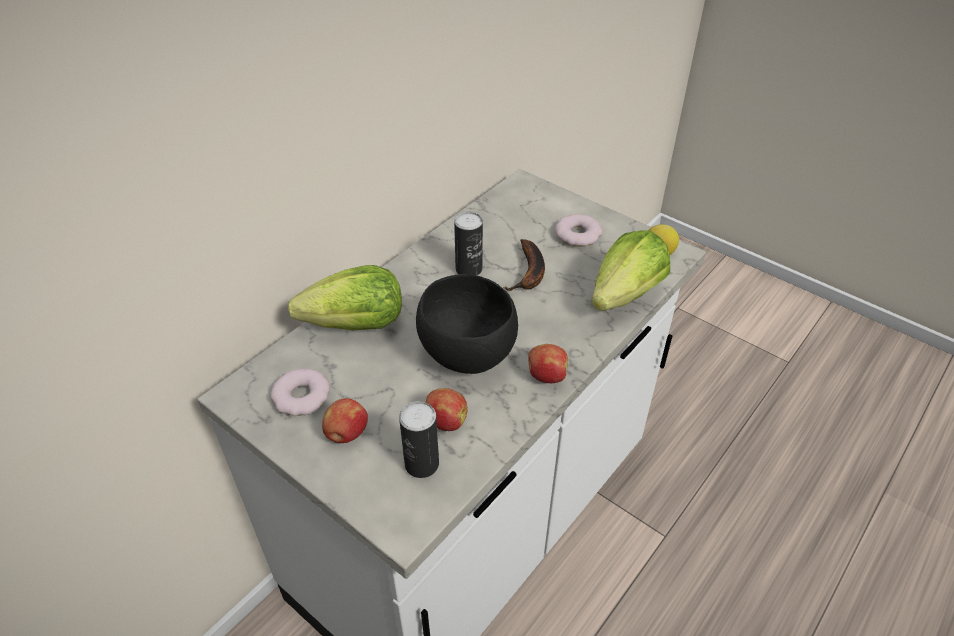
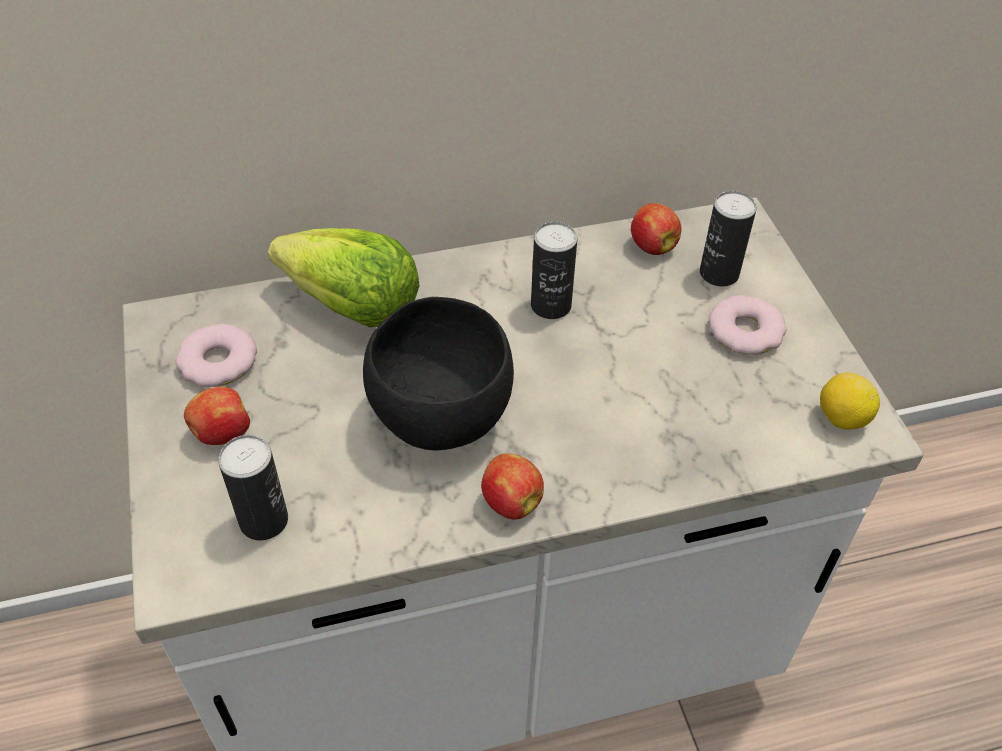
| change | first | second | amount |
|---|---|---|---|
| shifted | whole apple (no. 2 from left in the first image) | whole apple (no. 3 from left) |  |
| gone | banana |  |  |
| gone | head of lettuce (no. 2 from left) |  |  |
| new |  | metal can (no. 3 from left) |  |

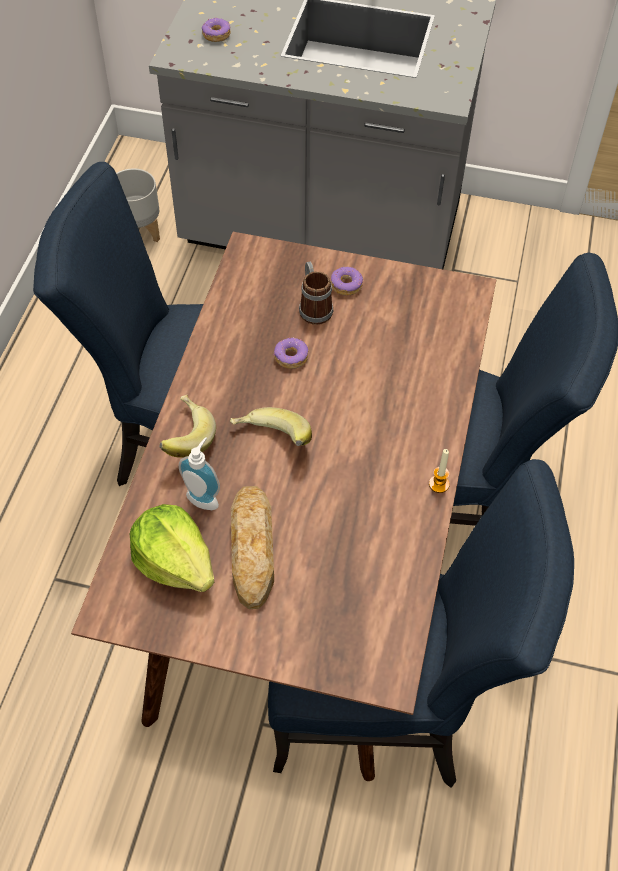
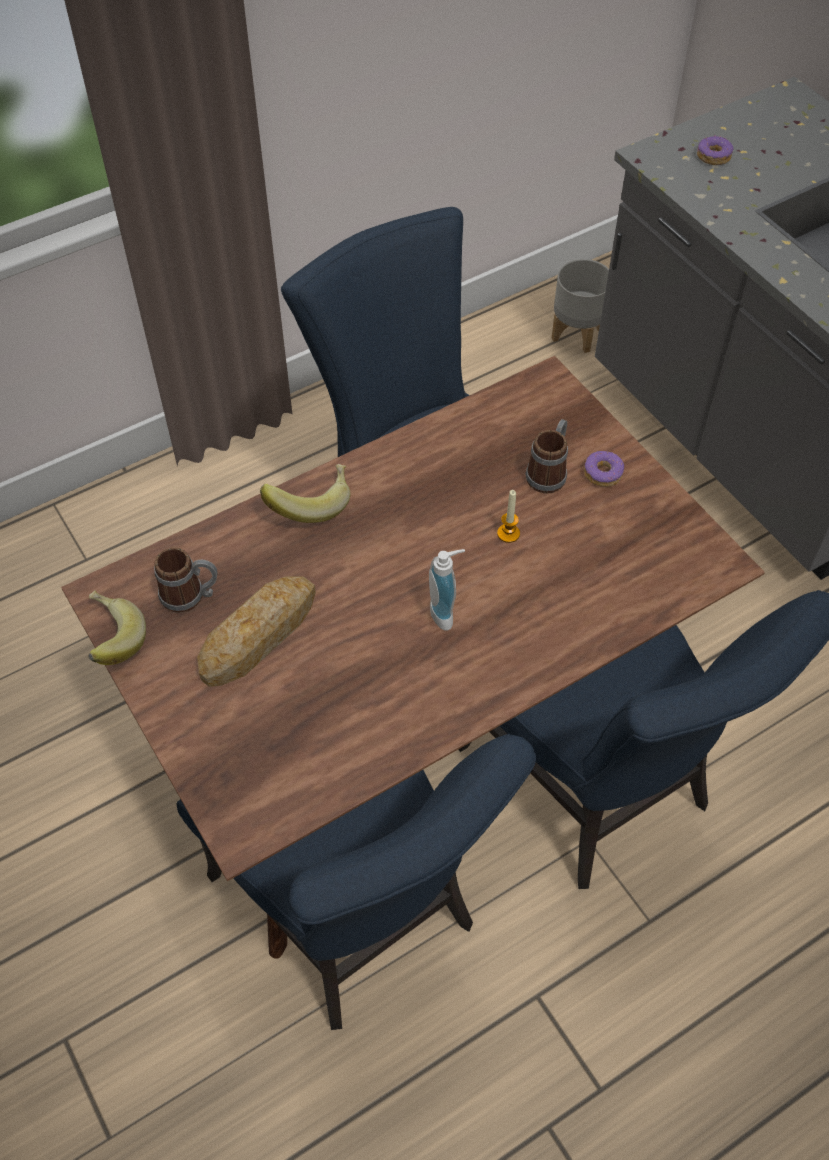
| change | first | second | amount |
|---|---|---|---|
| swapped | head of lettuce | tea mug (no. 1 from left) |  |
| shifted | soap bottle |  |  |
| shifted | banana (no. 2 from left in the first image) | banana (no. 1 from left) |  |
| gone | ring doughnut (no. 2 from left) |  |  |
| shifted | wax light |  |  |

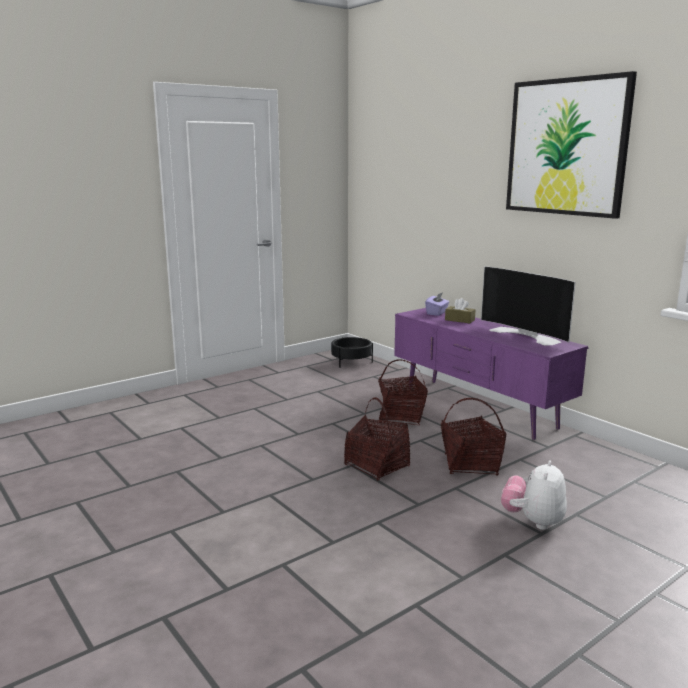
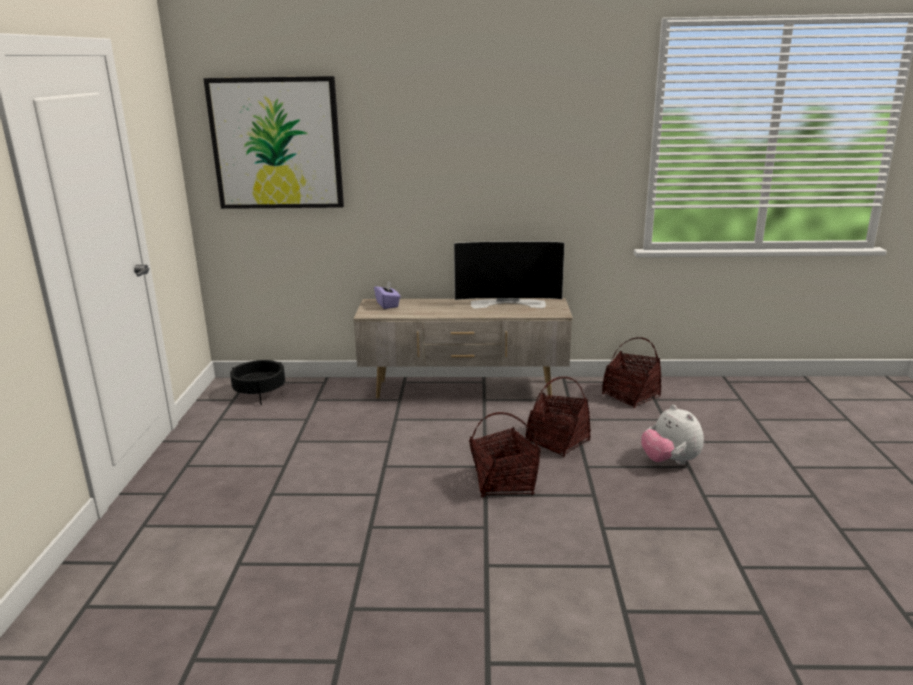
| change | first | second | amount |
|---|---|---|---|
| shifted | storage basket (no. 2 from left in the first image) | storage basket (no. 3 from left) |  |
| repainted | tv stand/purplish | tv stand/beige-coloured |  |
| gone | tissue holder/brown |  |  |
| shifted | picture |  |  |

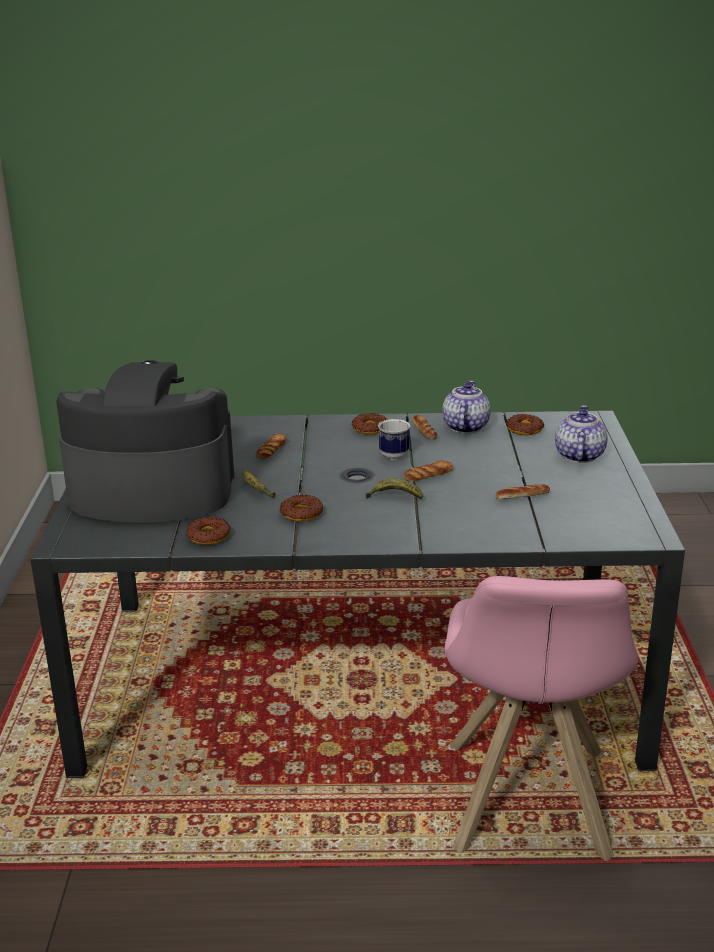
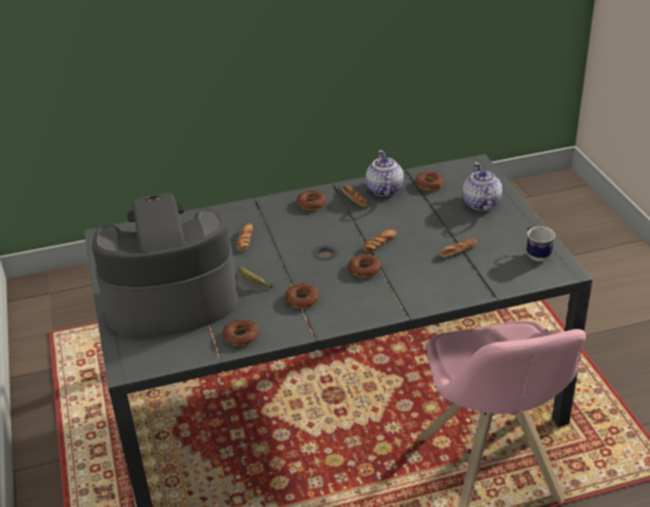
| change | first | second | amount |
|---|---|---|---|
| swapped | banana (no. 2 from left) | ring doughnut (no. 4 from left) |  |
| shifted | tea mug |  |  |

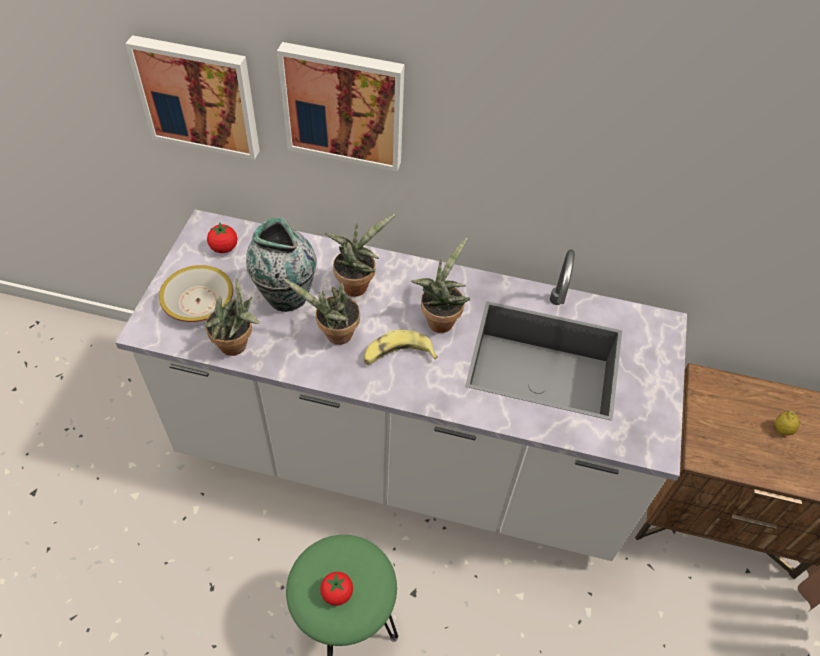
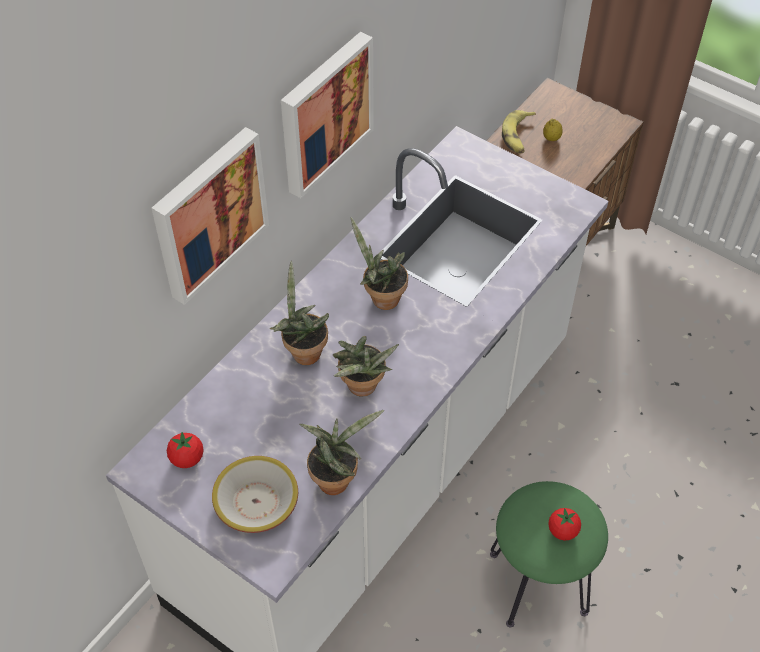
| change | first | second | amount |
|---|---|---|---|
| shifted | picture (no. 1 from left in the first image) | picture (no. 2 from left) |  |
| gone | flower vase |  |  |
| shifted | banana |  |  |

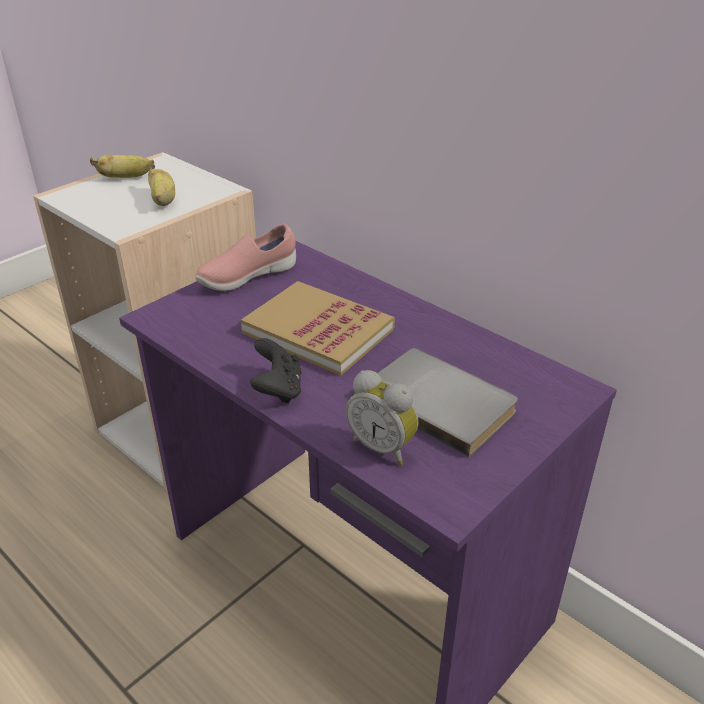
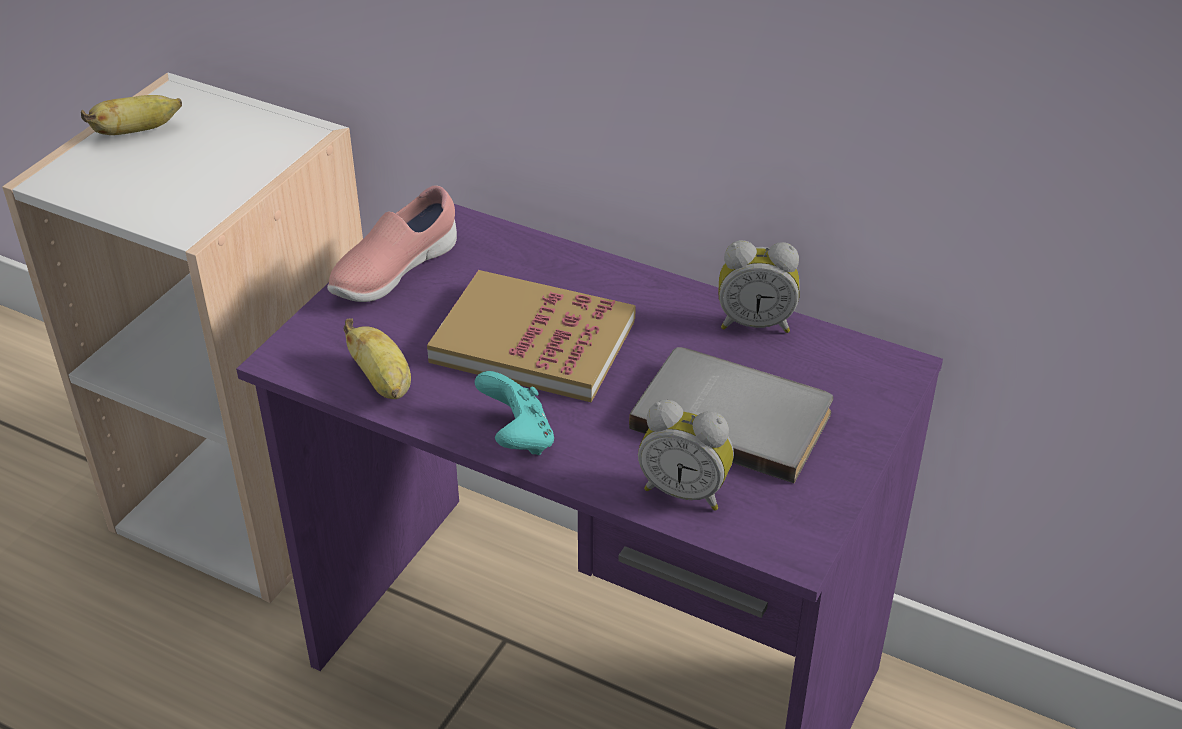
| change | first | second | amount |
|---|---|---|---|
| shifted | banana (no. 2 from left) |  |  |
| repainted | gamepad/black | gamepad/turquoise-coloured |  |
| new |  | table clock (no. 2 from left) |  |

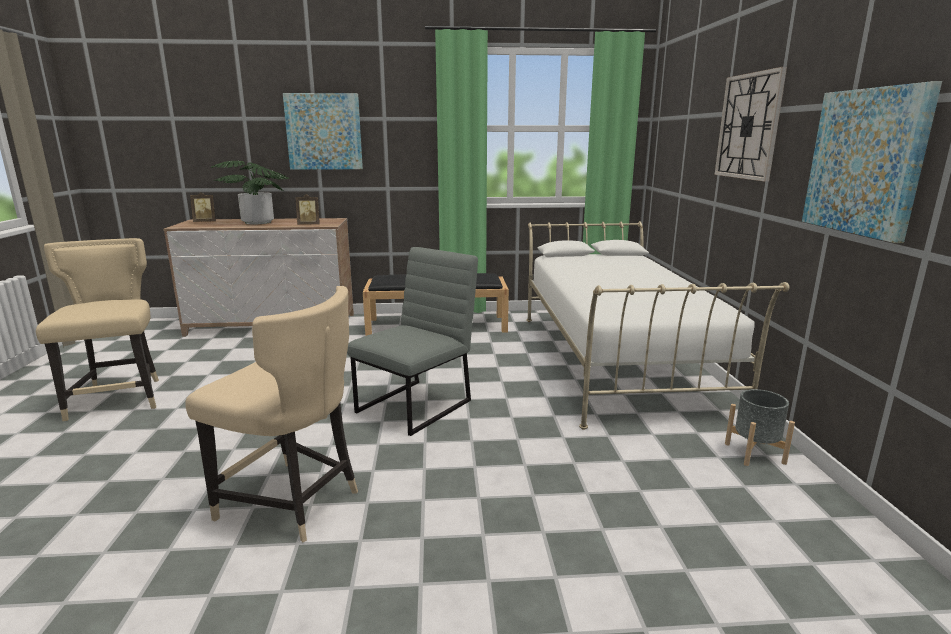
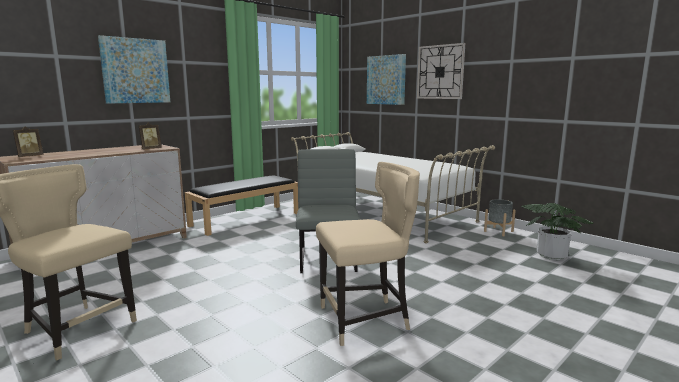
| change | first | second | amount |
|---|---|---|---|
| shifted | potted plant |  |  |
| shifted | picture (no. 2 from left) |  |  |

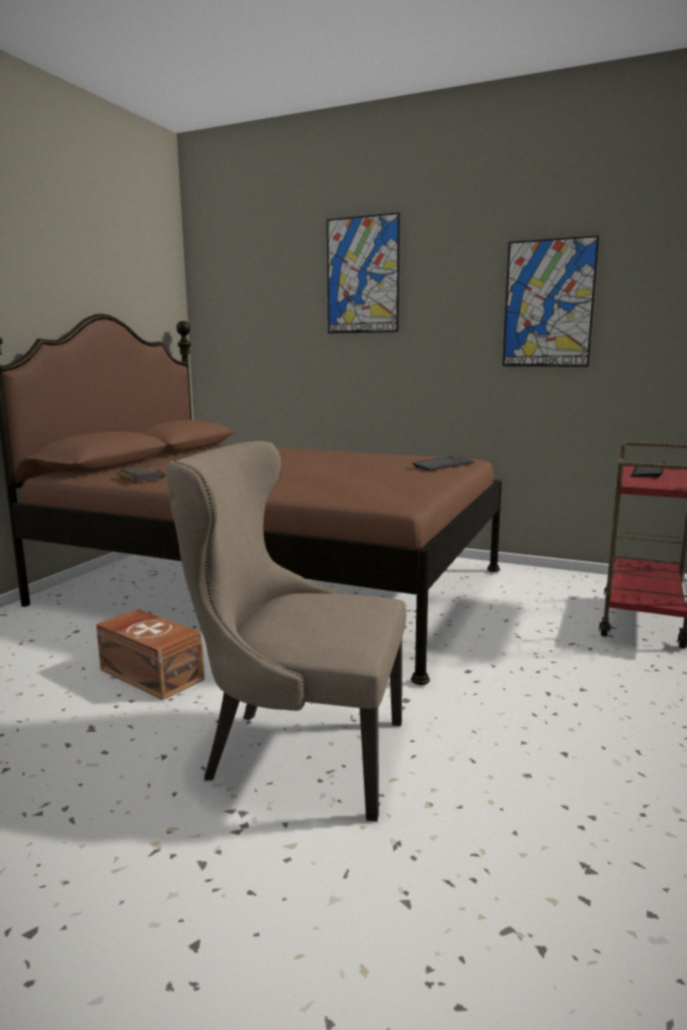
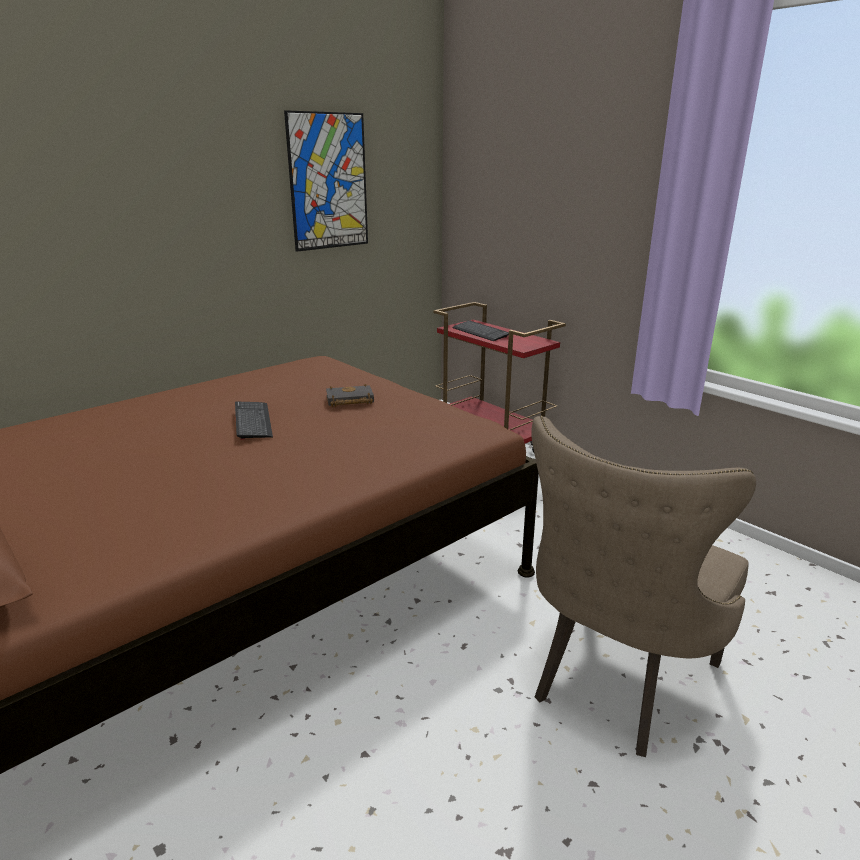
| change | first | second | amount |
|---|---|---|---|
| gone | storage container/brown |  |  |
| shifted | bound book/black |  |  |
| gone | picture (no. 1 from left) |  |  |
| shifted | computer keyboard (no. 1 from left) |  |  |

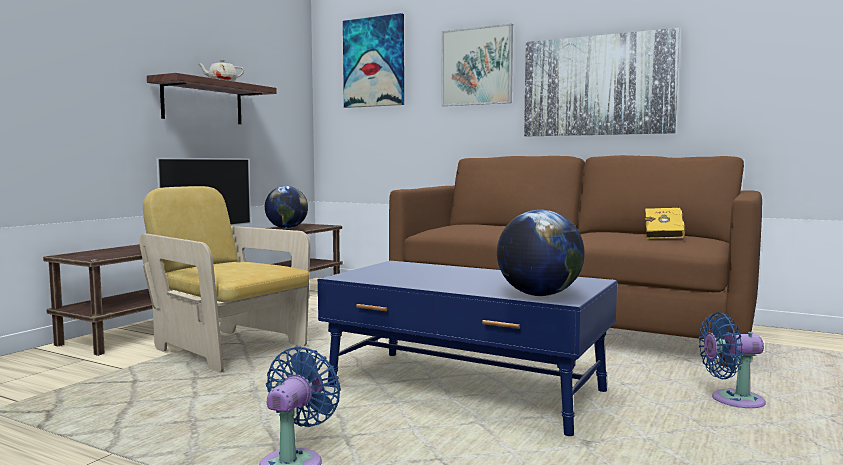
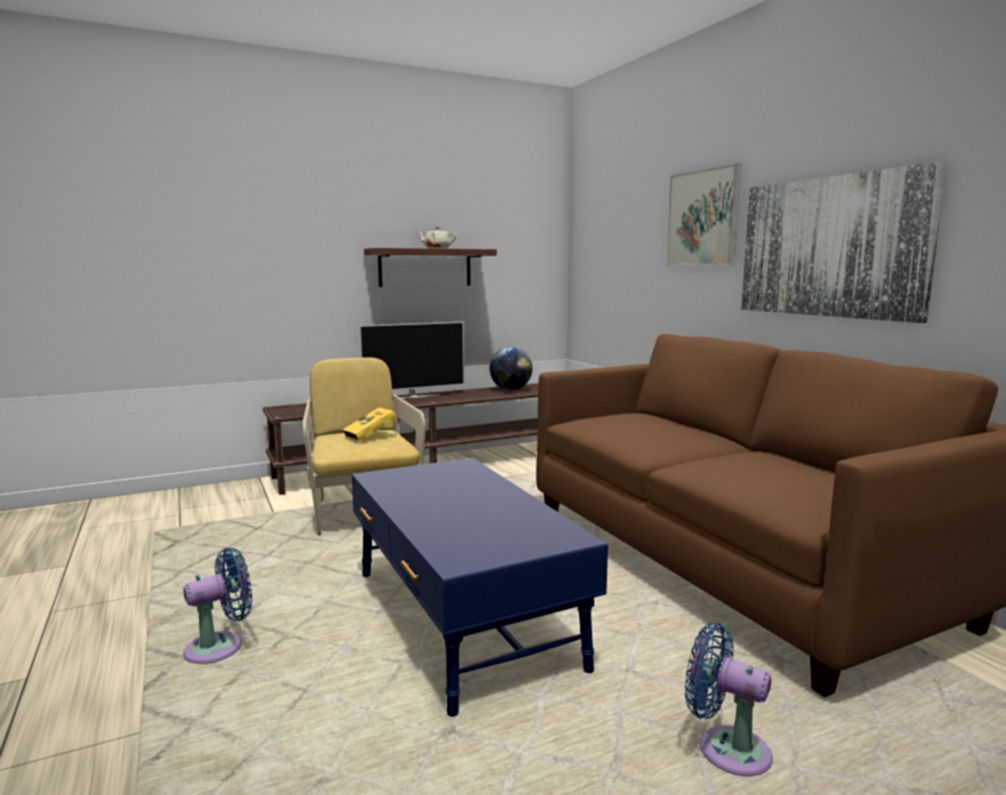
| change | first | second | amount |
|---|---|---|---|
| gone | picture (no. 1 from left) |  |  |
| gone | desk globe (no. 2 from left) |  |  |
| shifted | bound book/yellow |  |  |

